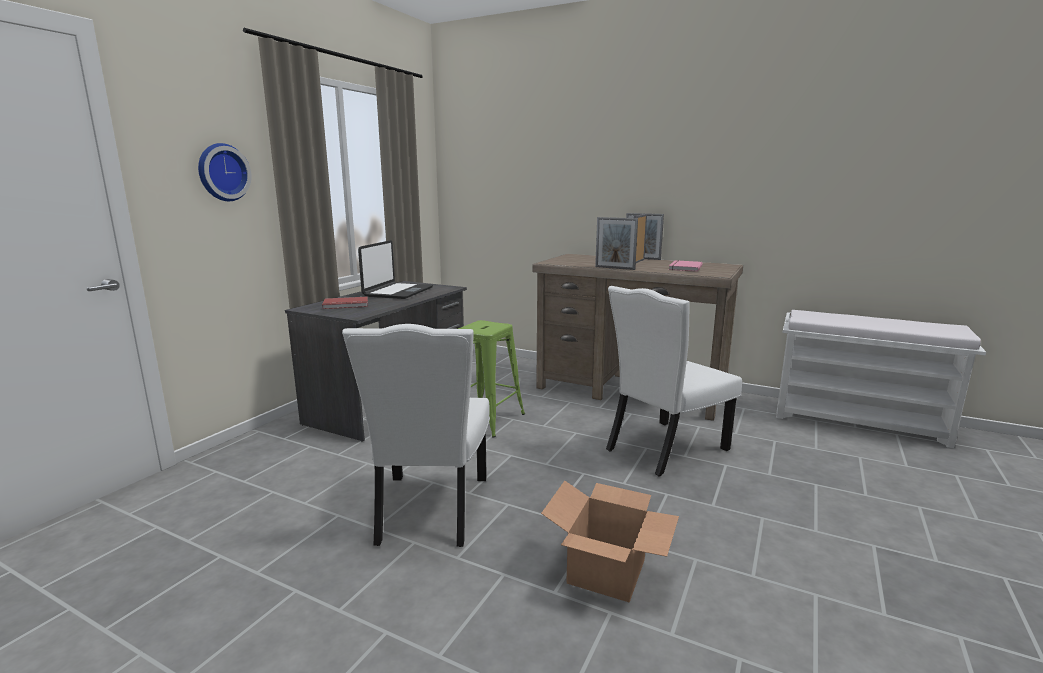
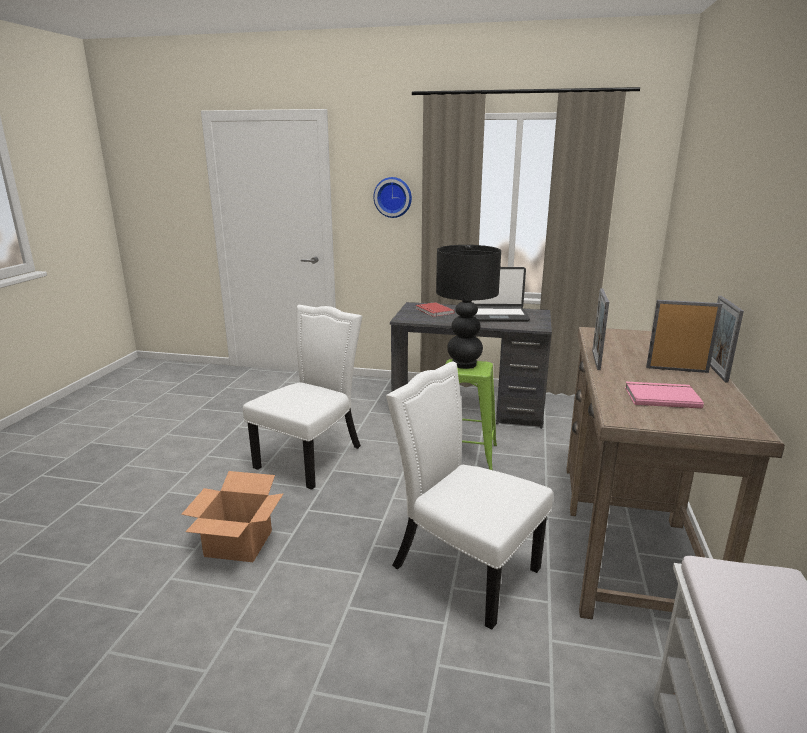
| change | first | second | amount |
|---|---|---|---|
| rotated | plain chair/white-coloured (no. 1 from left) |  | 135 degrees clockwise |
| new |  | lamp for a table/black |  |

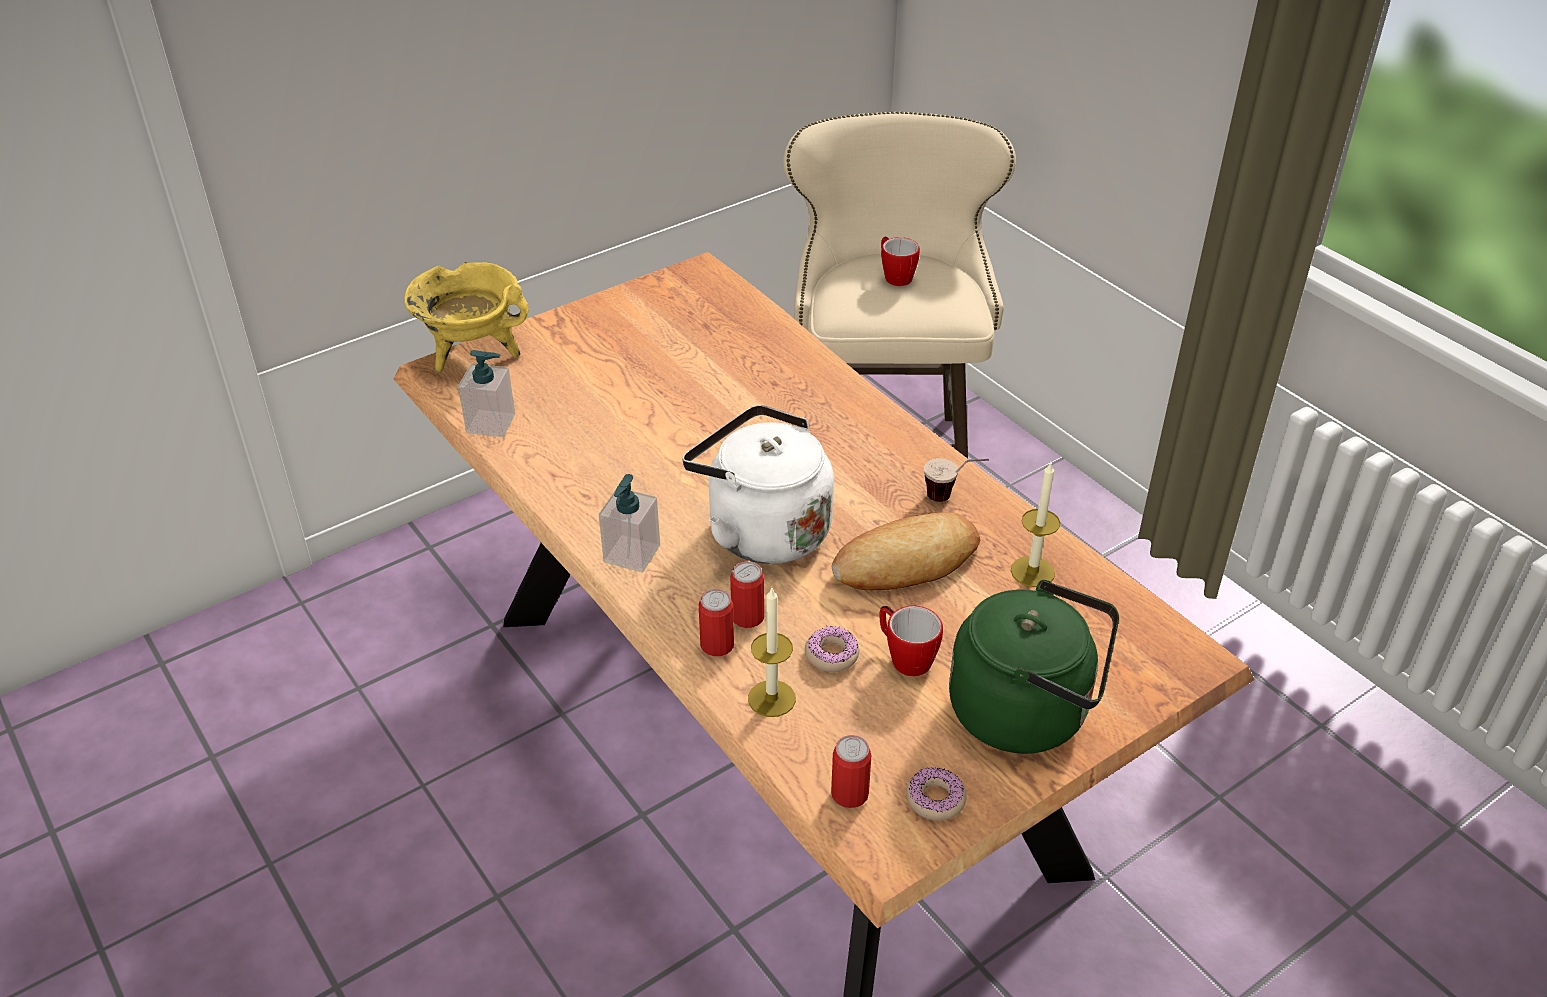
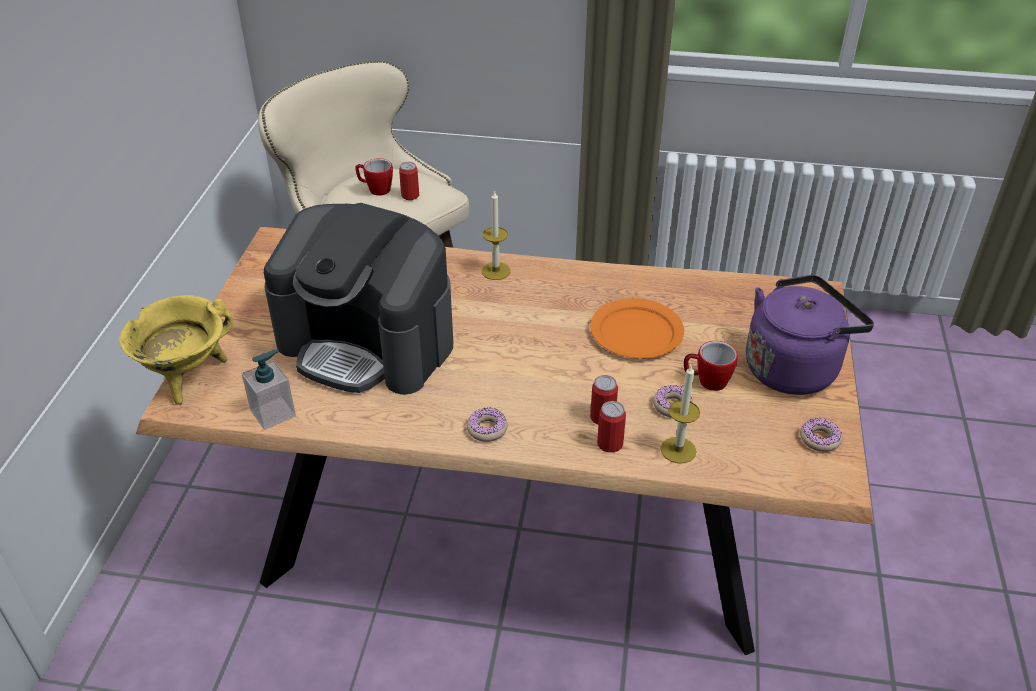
| change | first | second | amount |
|---|---|---|---|
| swapped | soap bottle (no. 2 from left) | ring doughnut (no. 1 from left) |  |
| gone | water kettle/white-coloured |  |  |
| shifted | metal can (no. 3 from left in the first image) | metal can (no. 1 from left) |  |
| swapped | baked bread | plate/orange |  |
| gone | cup |  |  |
| repainted | water kettle/greenish | water kettle/purplish |  |
| shifted | wax light (no. 2 from left in the first image) | wax light (no. 1 from left) |  |
| new |  | coffee machine |  |

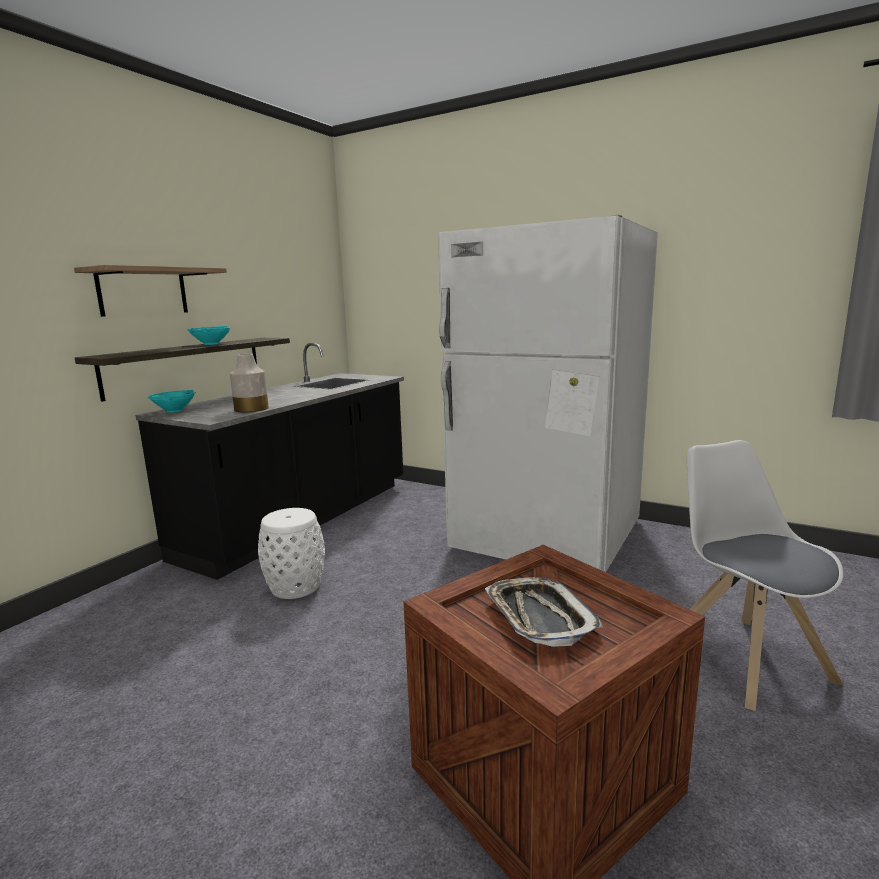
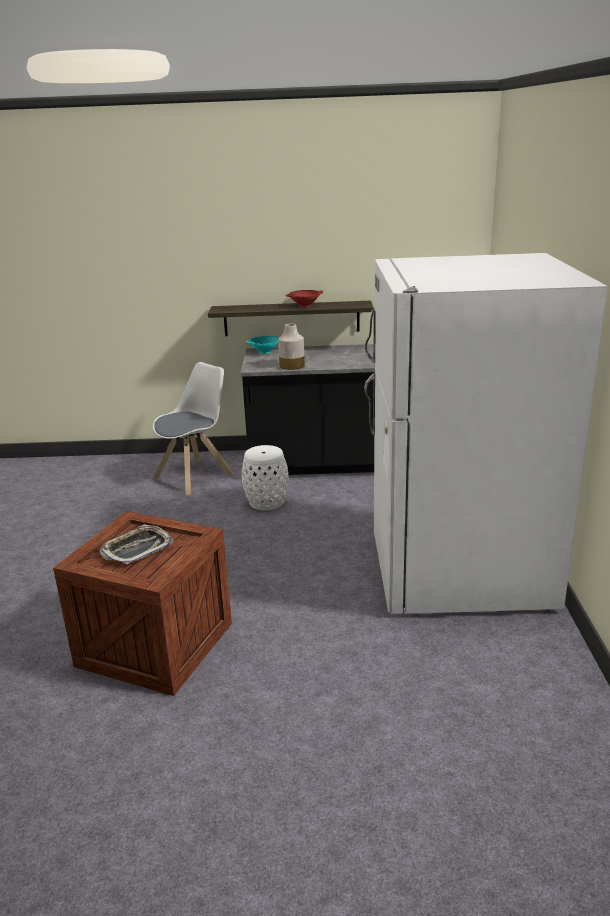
| change | first | second | amount |
|---|---|---|---|
| gone | bracket shelf (no. 1 from left) |  |  |
| repainted | deep dish/turquoise-coloured (no. 2 from left) | deep dish/red-coloured |  |
| shifted | plain chair |  |  |

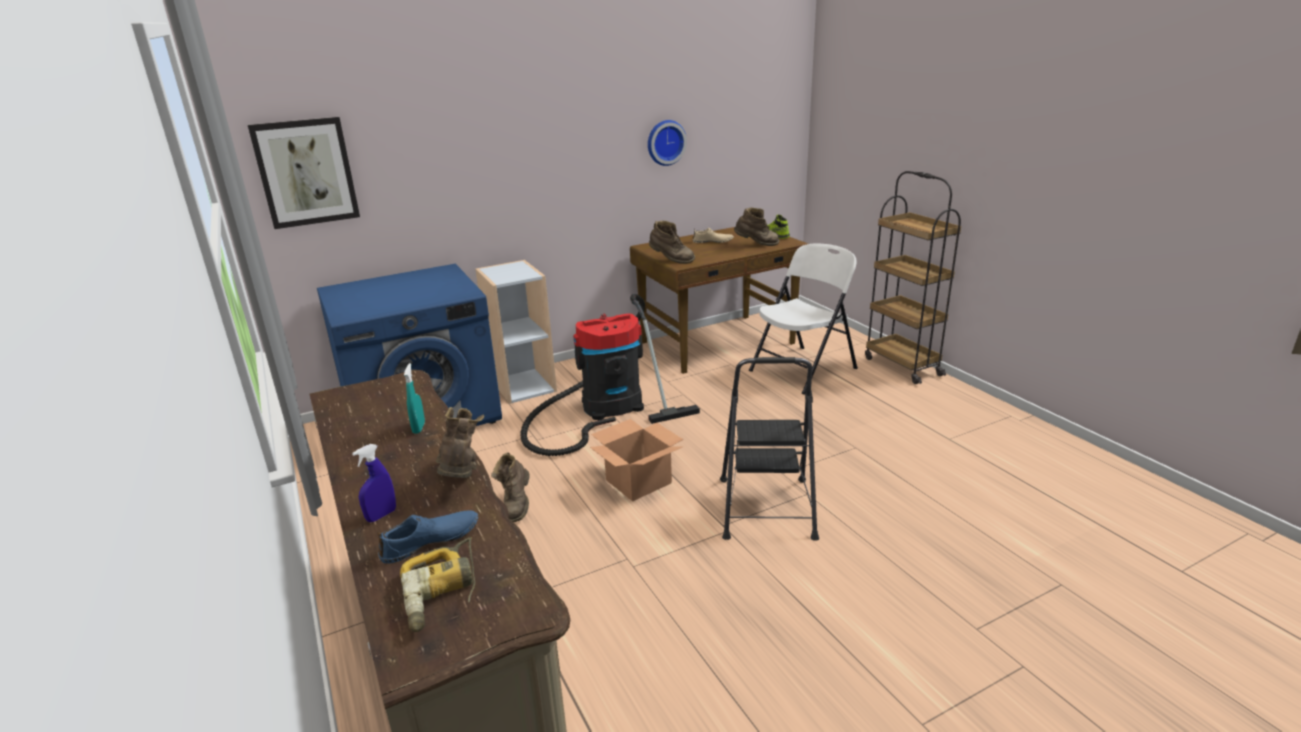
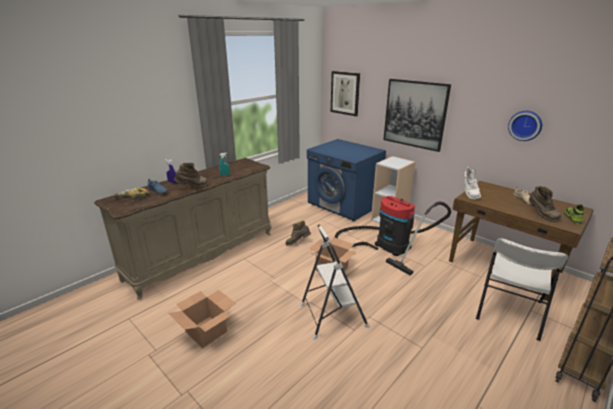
| change | first | second | amount |
|---|---|---|---|
| repainted | boot/brown (no. 3 from left) | boot/white-coloured |  |
| repainted | step stool/black | step stool/white-coloured |  |
| rotated | plain chair/white-coloured |  | 90 degrees clockwise |
| new |  | carton (no. 1 from left) |  |
| new |  | picture (no. 2 from left) |  |

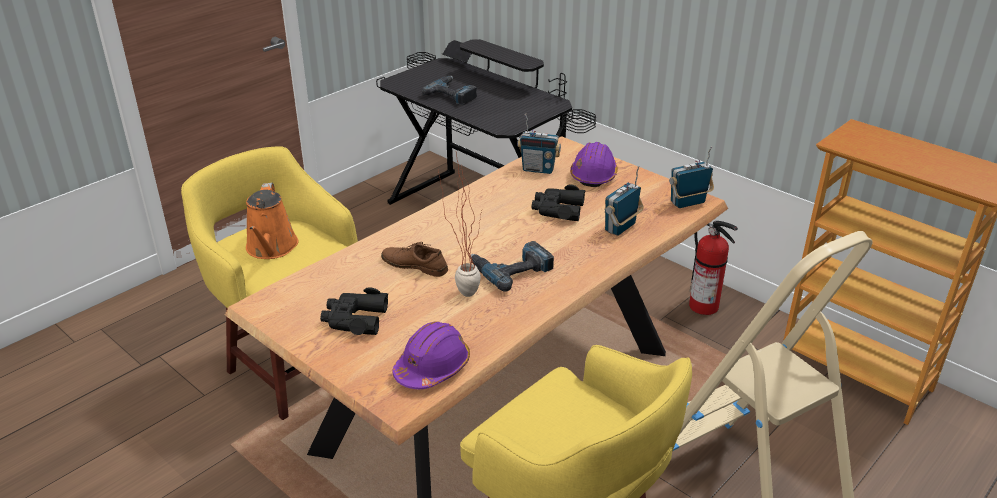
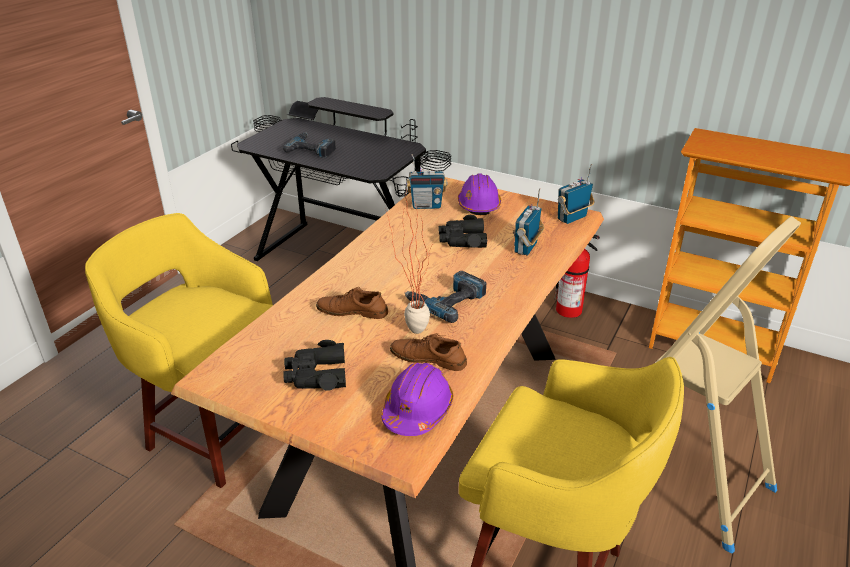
| change | first | second | amount |
|---|---|---|---|
| gone | watering pot/orange |  |  |
| new |  | shoe/brown (no. 2 from left) |  |

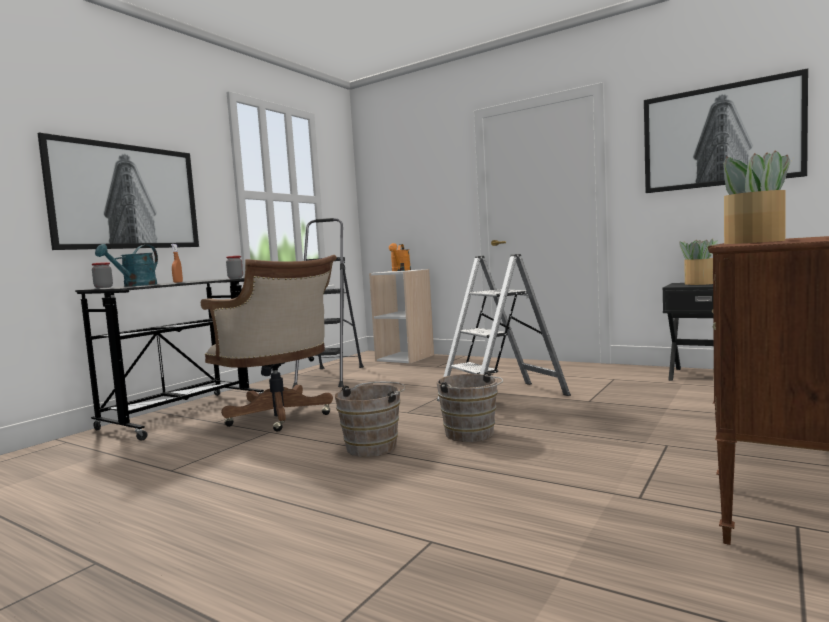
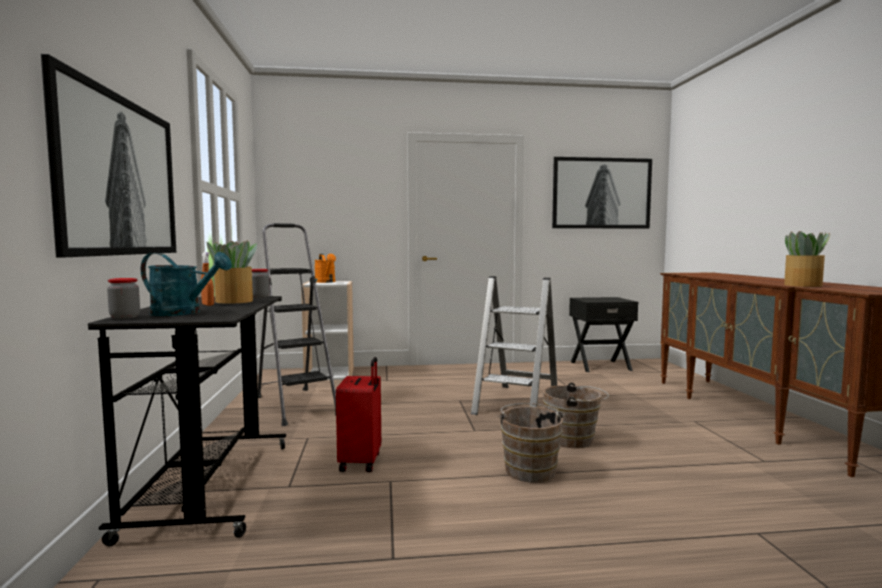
| change | first | second | amount |
|---|---|---|---|
| rotated | watering pot/turquoise-coloured |  | 60 degrees counterclockwise |
| swapped | desk chair | piece of luggage/red-coloured |  |
| shifted | potted plant (no. 1 from left) |  |  |

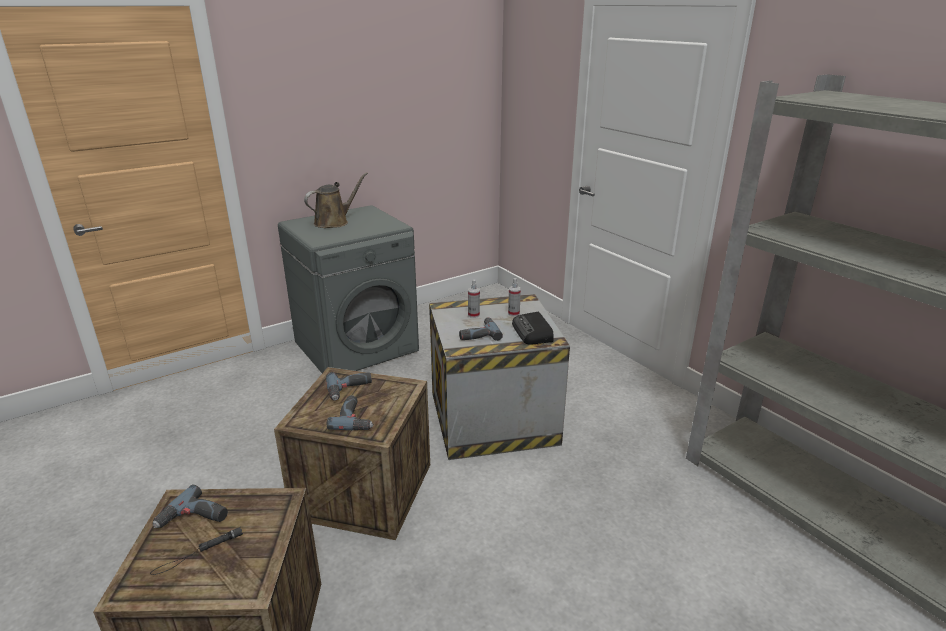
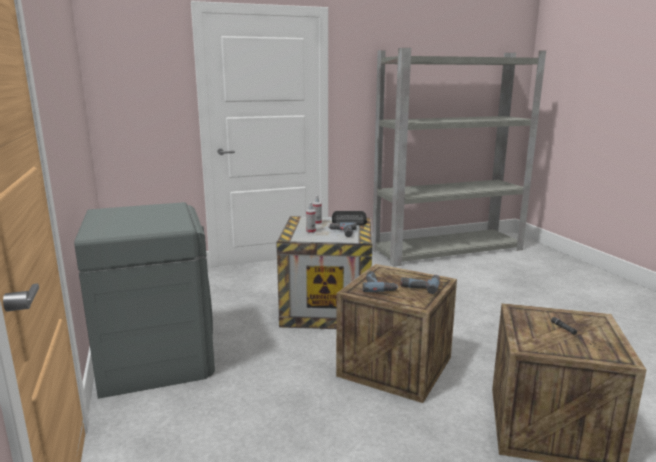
| change | first | second | amount |
|---|---|---|---|
| gone | electric drill (no. 1 from left) |  |  |
| gone | watering pot/brown |  |  |

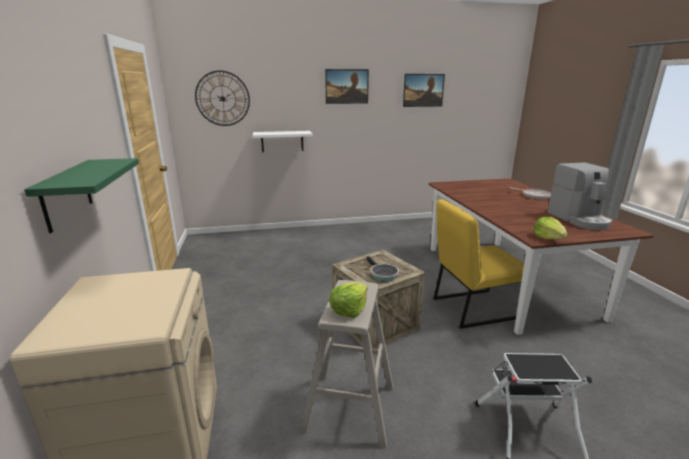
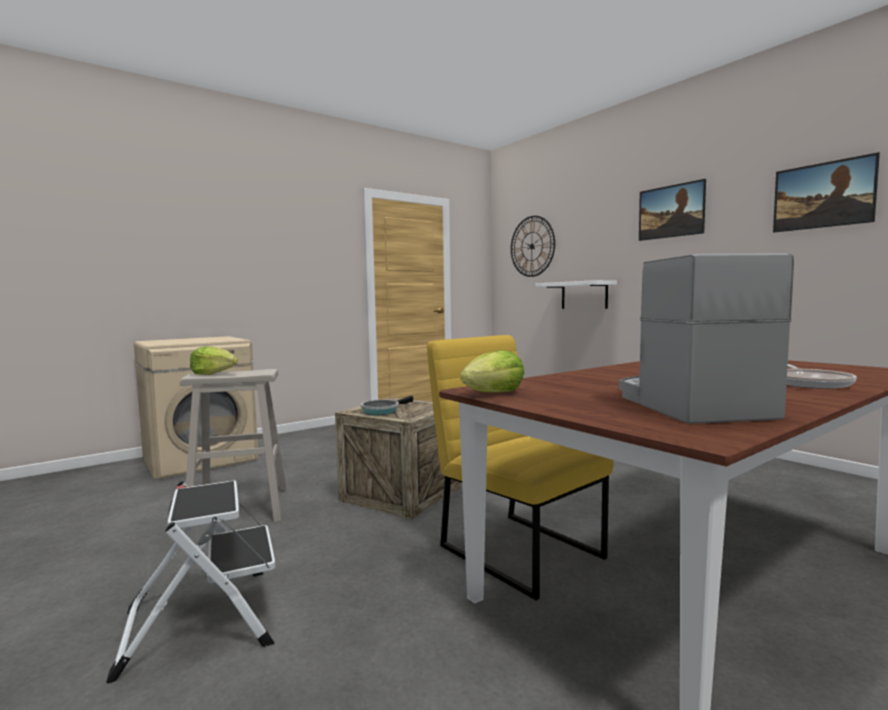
| change | first | second | amount |
|---|---|---|---|
| gone | bracket shelf/greenish |  |  |
| rotated | coffee machine |  | 120 degrees clockwise |

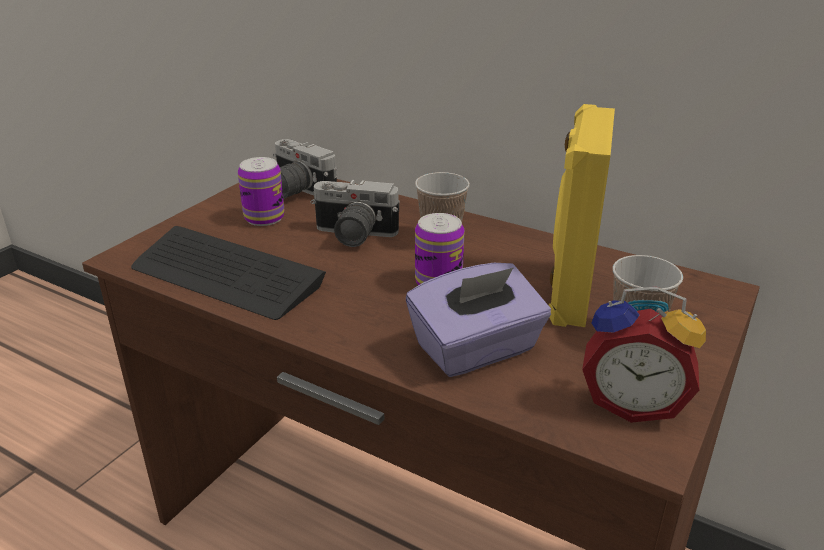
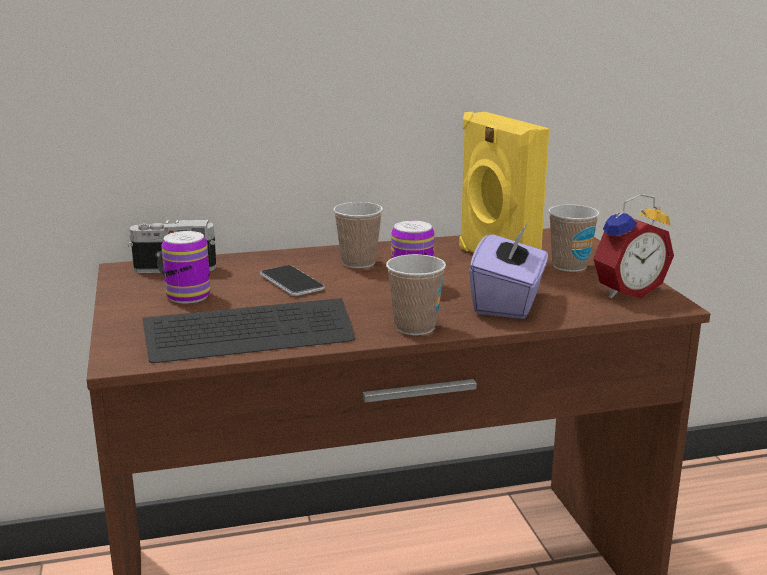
| change | first | second | amount |
|---|---|---|---|
| swapped | photo camera (no. 2 from left) | handset |  |
| new |  | cup (no. 2 from left) |  |

